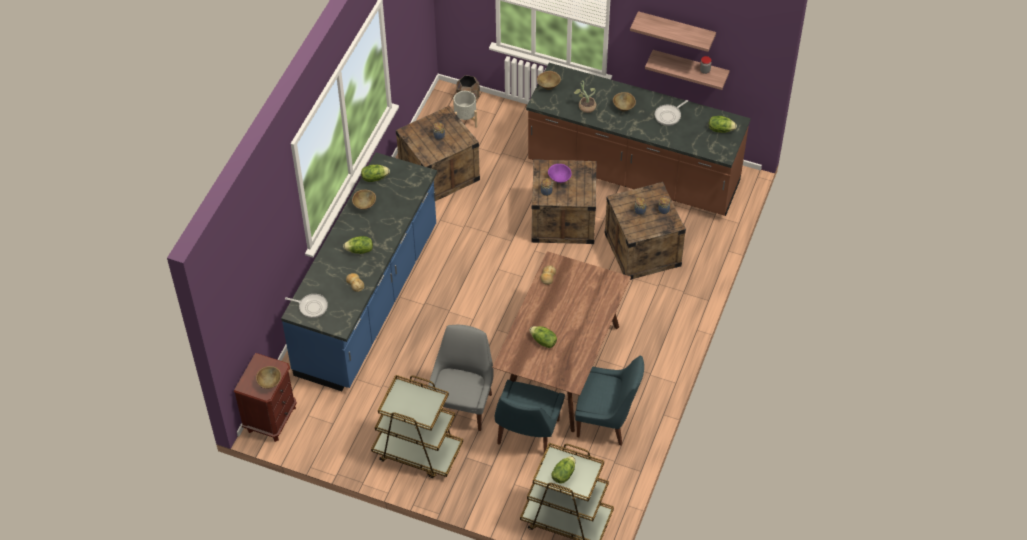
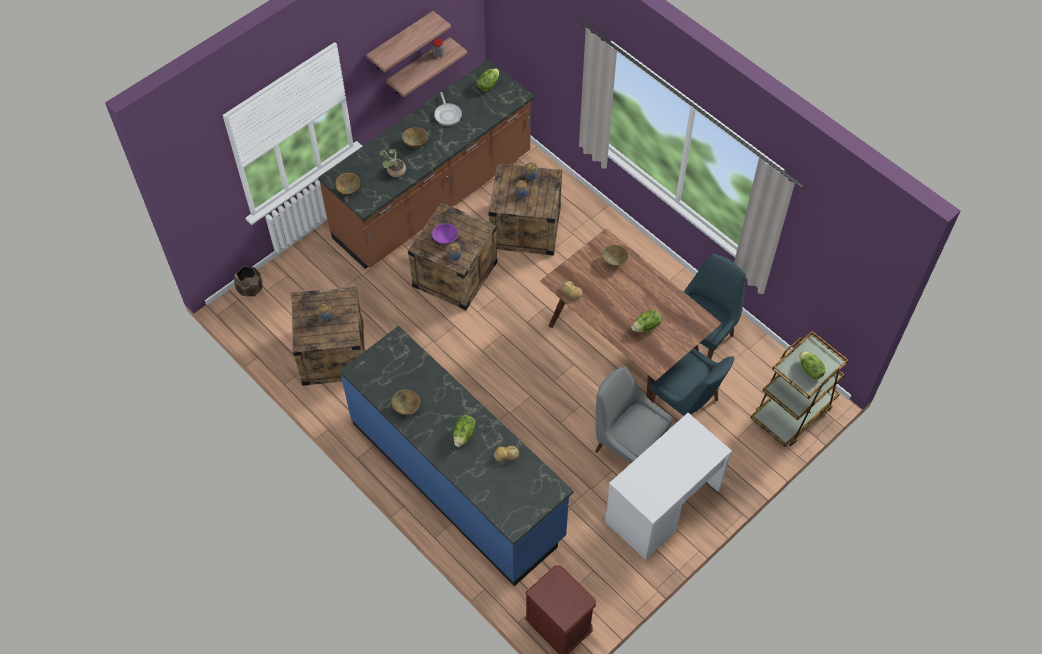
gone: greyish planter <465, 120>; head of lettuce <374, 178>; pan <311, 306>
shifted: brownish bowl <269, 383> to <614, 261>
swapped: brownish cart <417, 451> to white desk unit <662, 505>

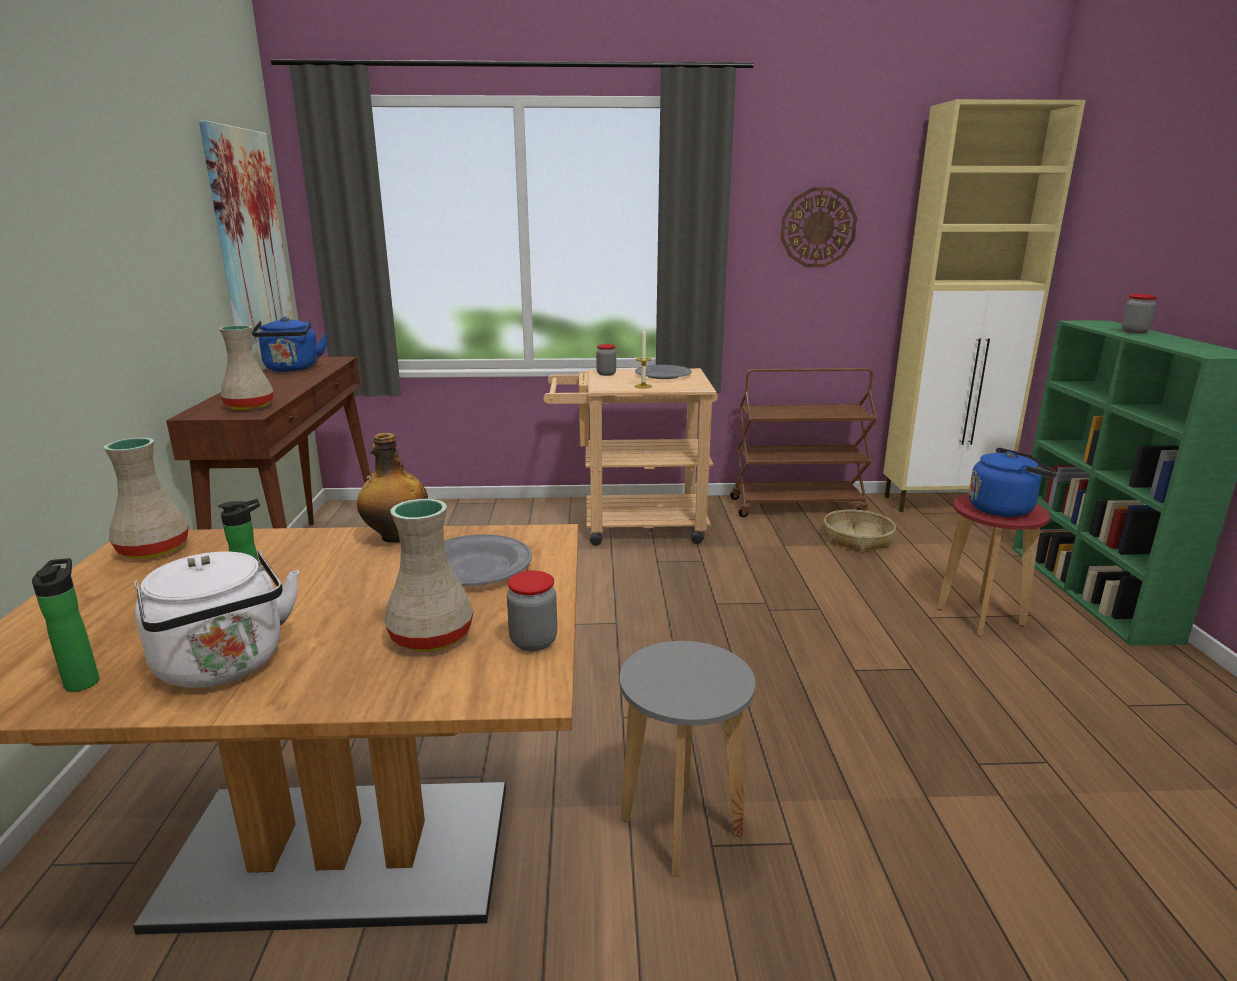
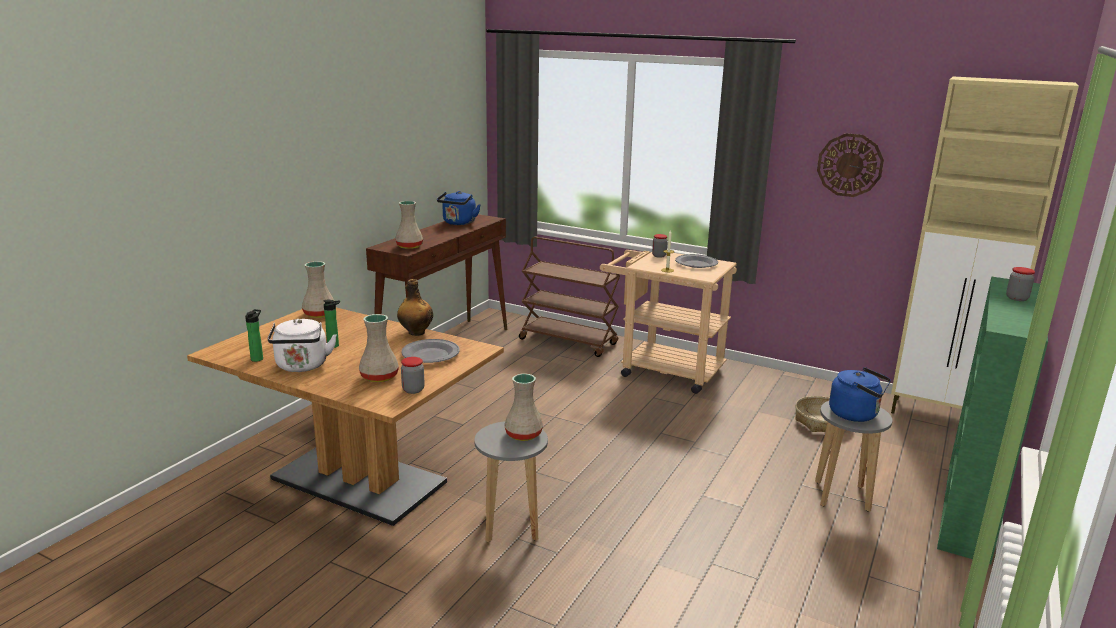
gone: picture <248, 236>
new: sand-coloured vase <522, 435>
shifted: brownish cart <797, 506> to <569, 342>
repainted: red-coloured stool <980, 617> to greyish stool <842, 496>

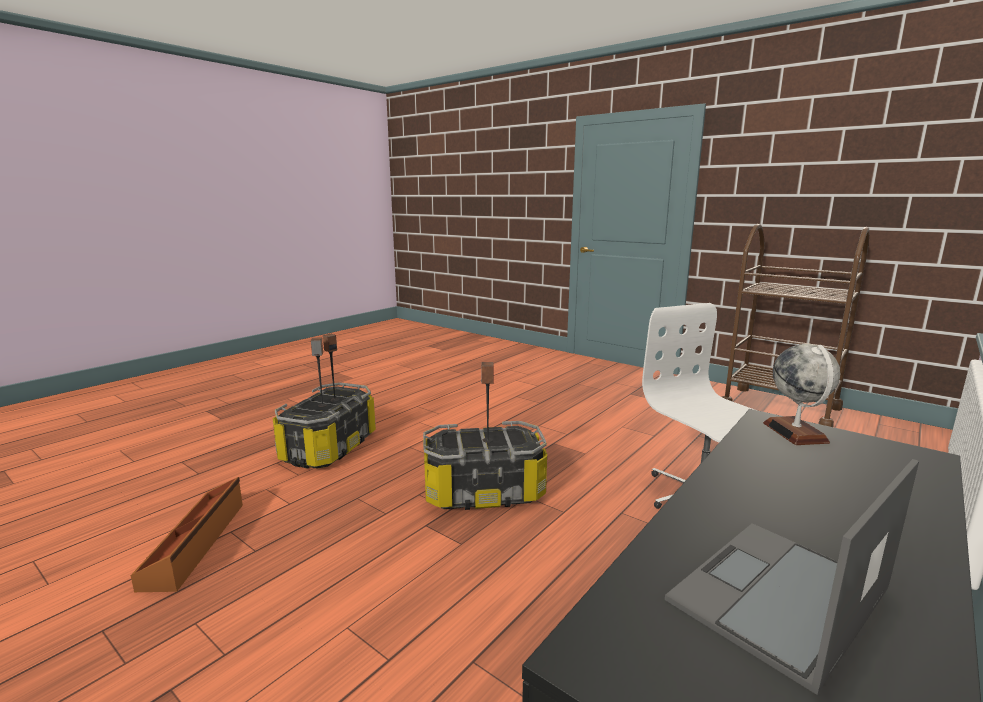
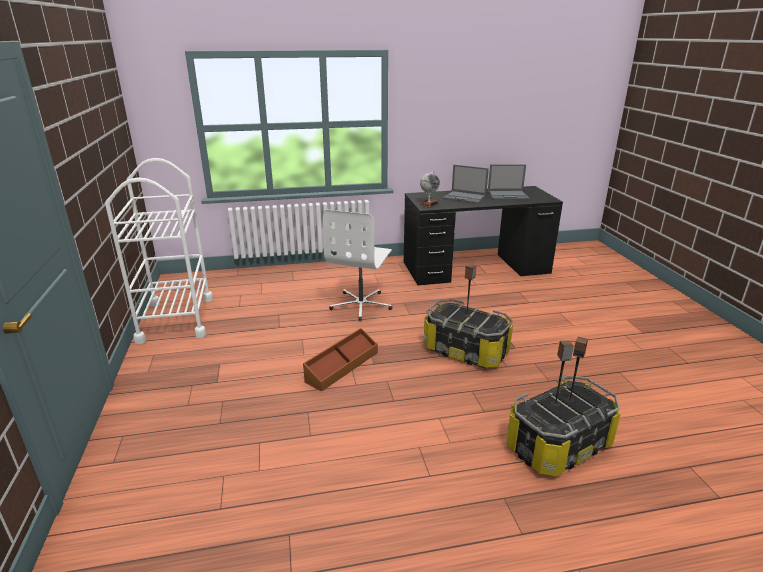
new: portable computer <465, 197>
shifted: brownish storage bin <197, 543> to <341, 366>
repainted: brownish cart <780, 408> to white cart <176, 319>

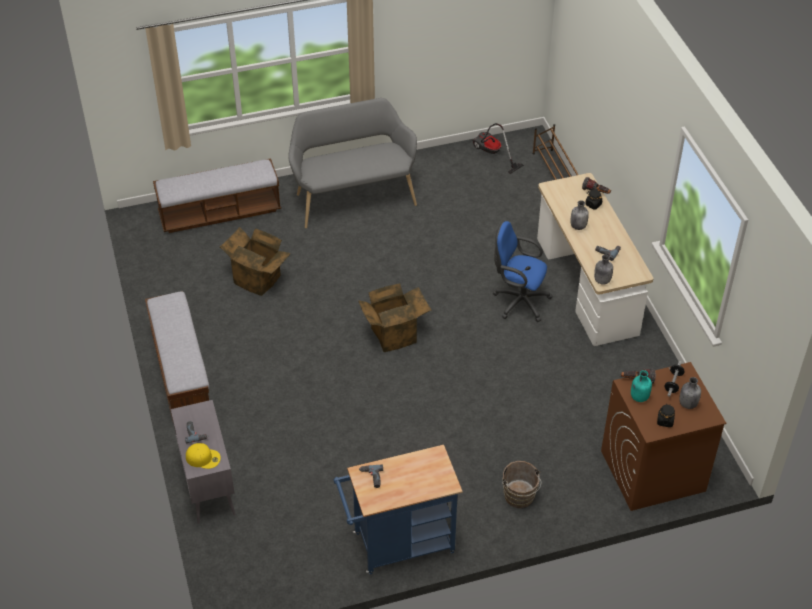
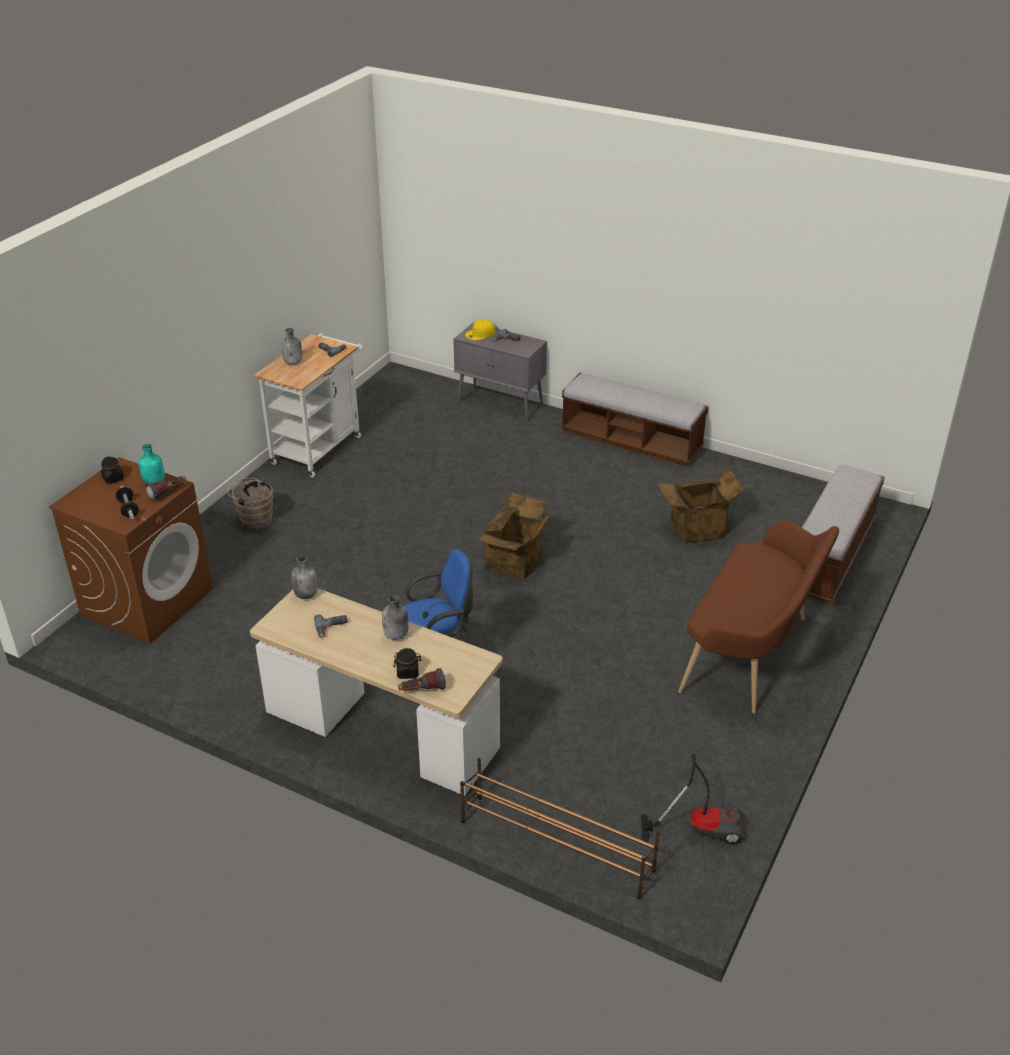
shifted: greyish drink bottle <687, 404> to <293, 362>
repainted: greyish bench <353, 197> to brownish bench <752, 655>; blue-coloured cart <397, 545> to white cart <320, 446>

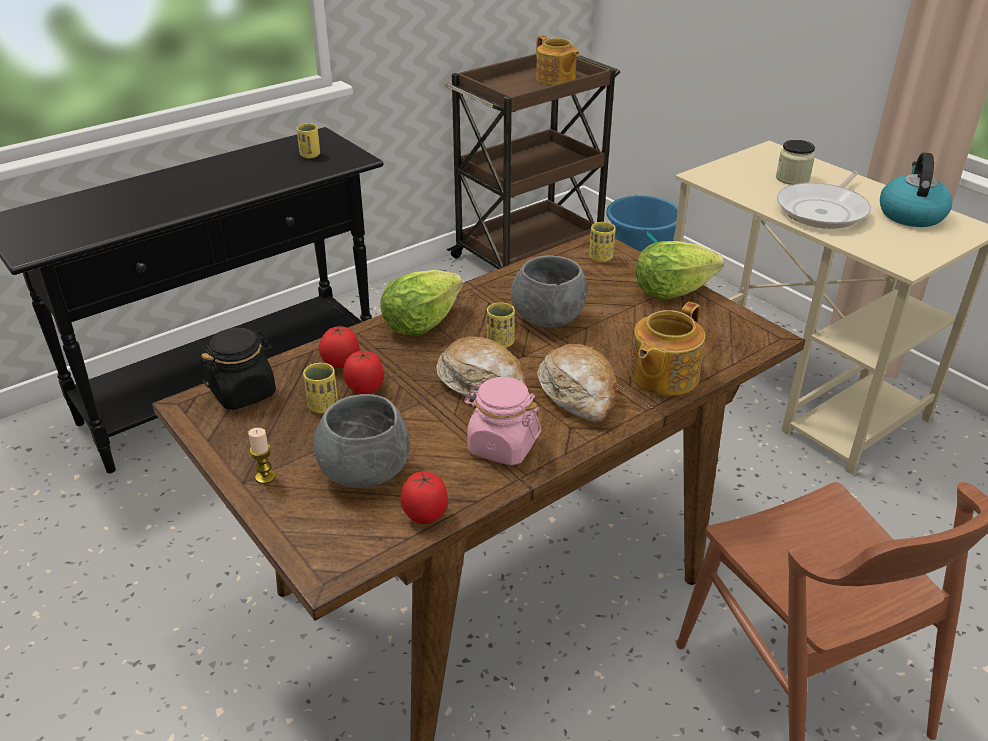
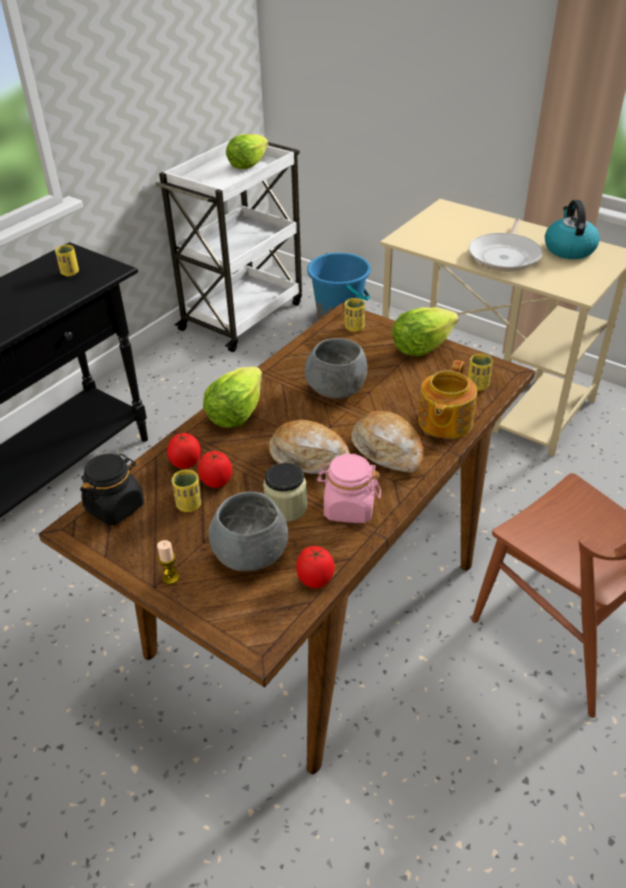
shifted: storage jar <792, 178> to <286, 507>; yellow-coloured small cup <500, 343> to <478, 385>
swapped: tea pot <556, 79> to head of lettuce <247, 165>
repainted: brownish cart <529, 252> to white cart <243, 315>

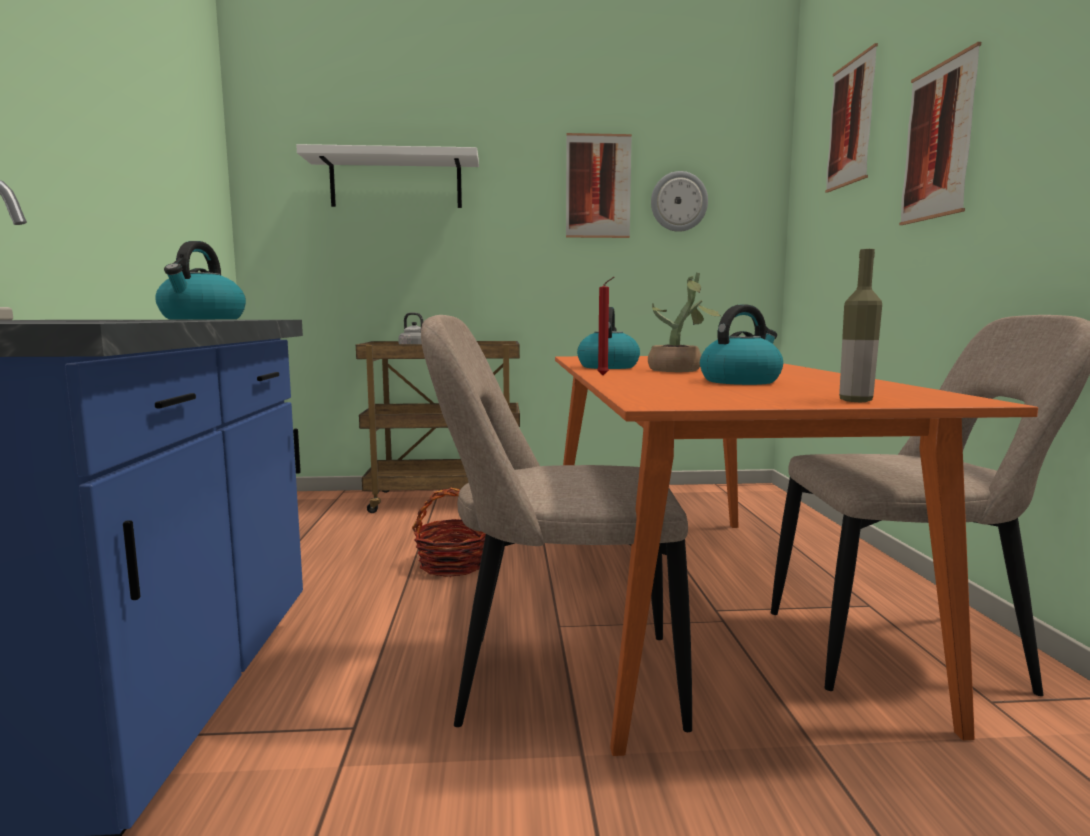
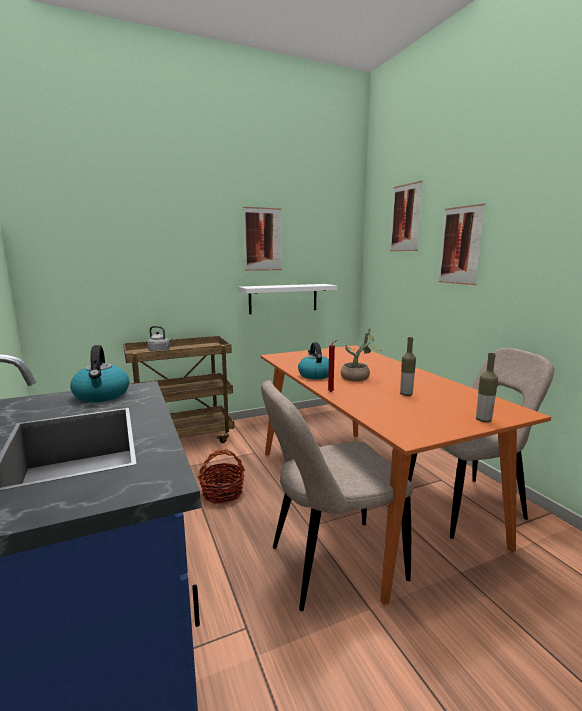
gone: clock on the wall <678, 201>
shifted: white bracket shelf <396, 182> to <283, 298>
swapped: water kettle <740, 381> to drink bottle <406, 394>

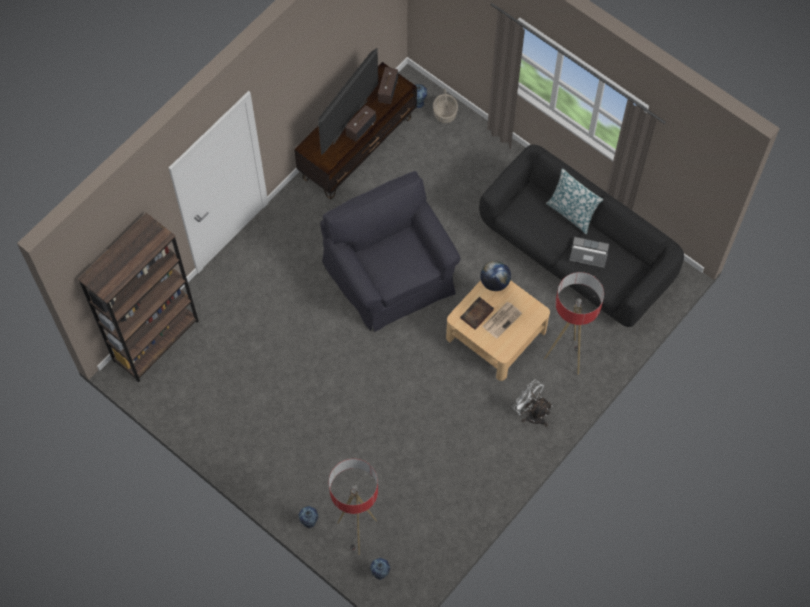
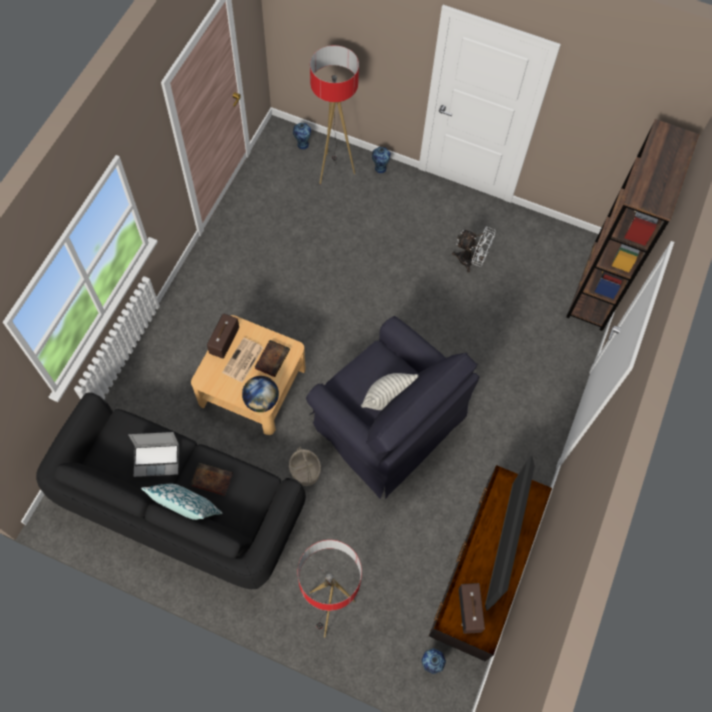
new: pillow <387, 399>; volume <210, 480>
shifted: household basket <445, 113> to <304, 471>; radio <360, 127> to <224, 341>; standing lamp <566, 357> to <329, 610>; white electric fan <531, 413> to <471, 261>

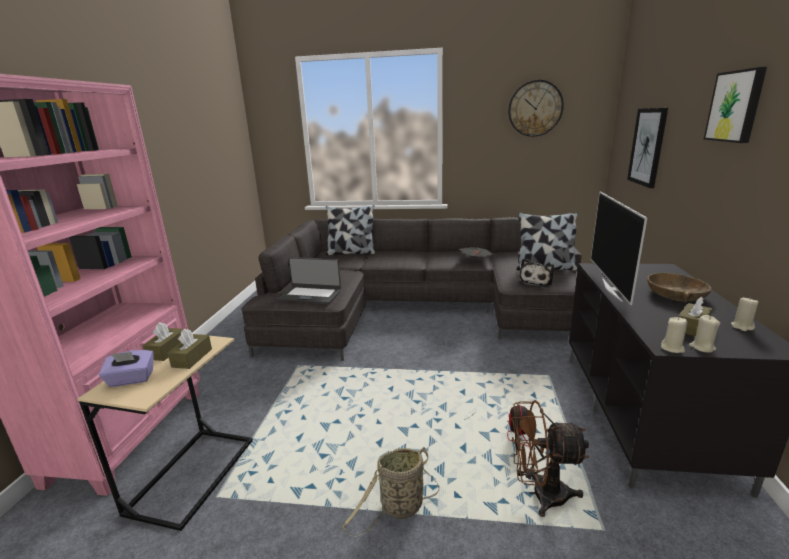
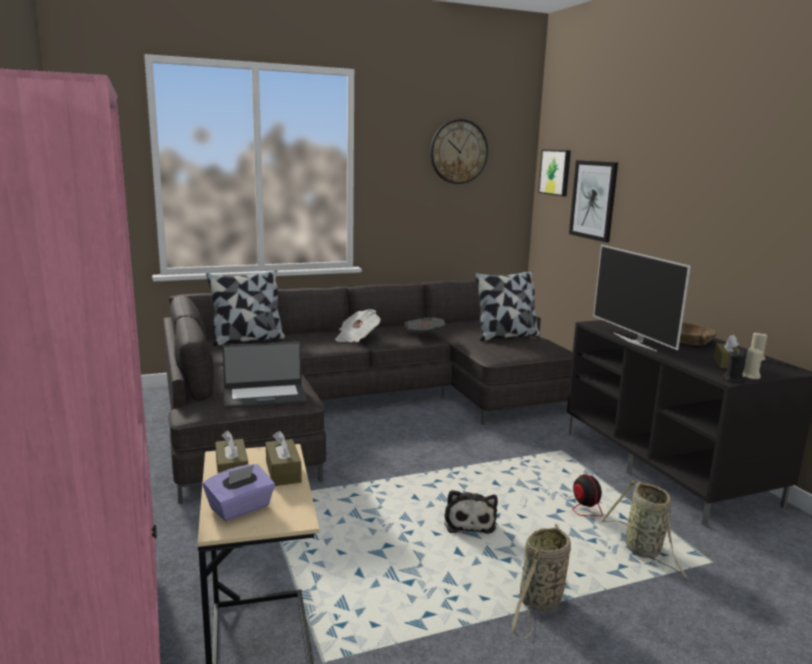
new: daily paper <356, 338>
shifted: picture <736, 106> to <556, 172>; soft toy <536, 281> to <469, 521>
swapped: brownish electric fan <540, 494> to household basket <644, 551>
repainted: sand-coloured wax light <672, 348> to blackish wax light <733, 380>

